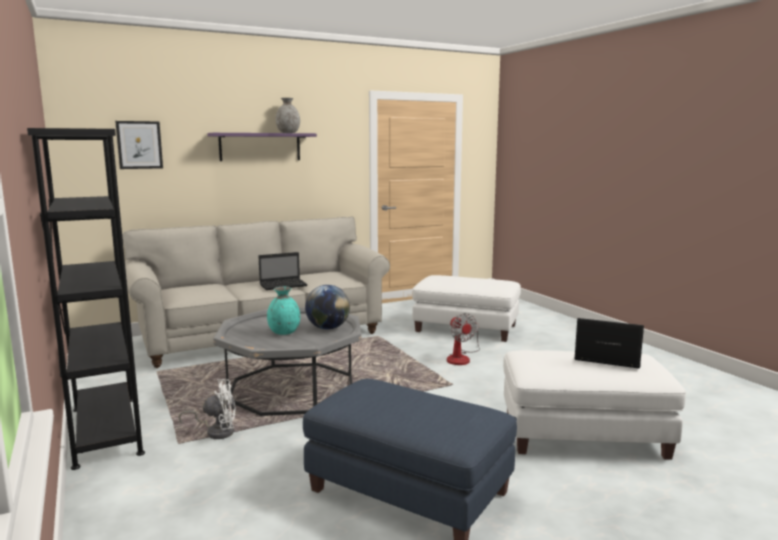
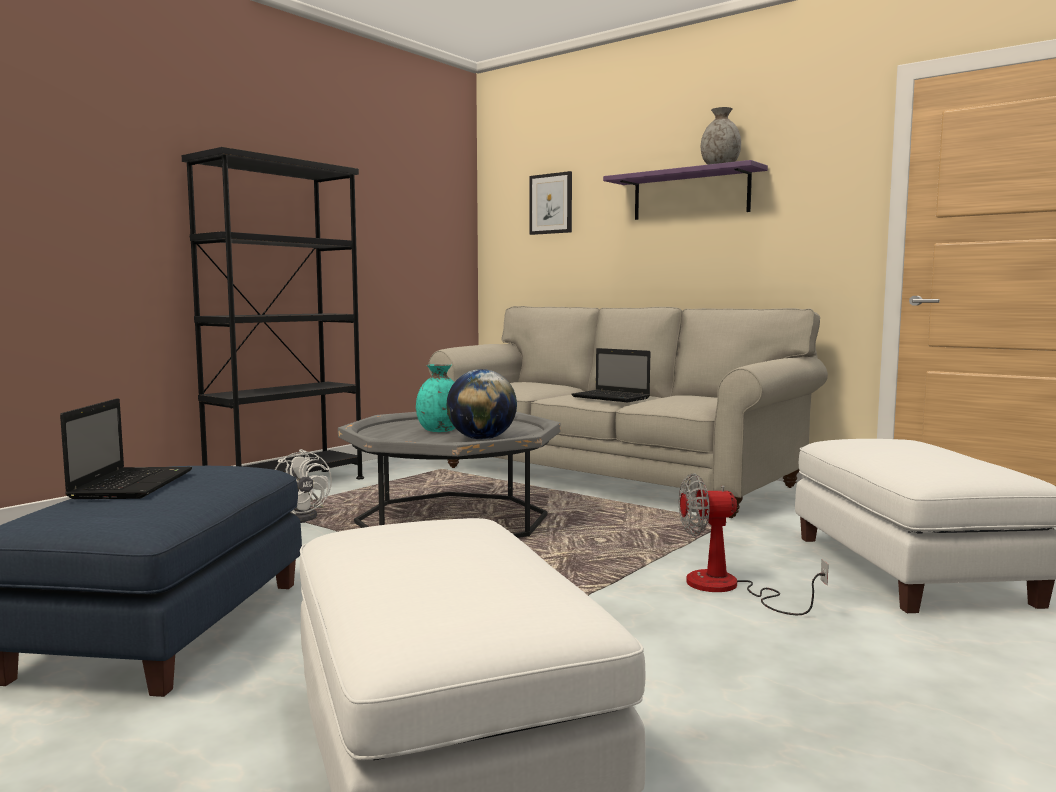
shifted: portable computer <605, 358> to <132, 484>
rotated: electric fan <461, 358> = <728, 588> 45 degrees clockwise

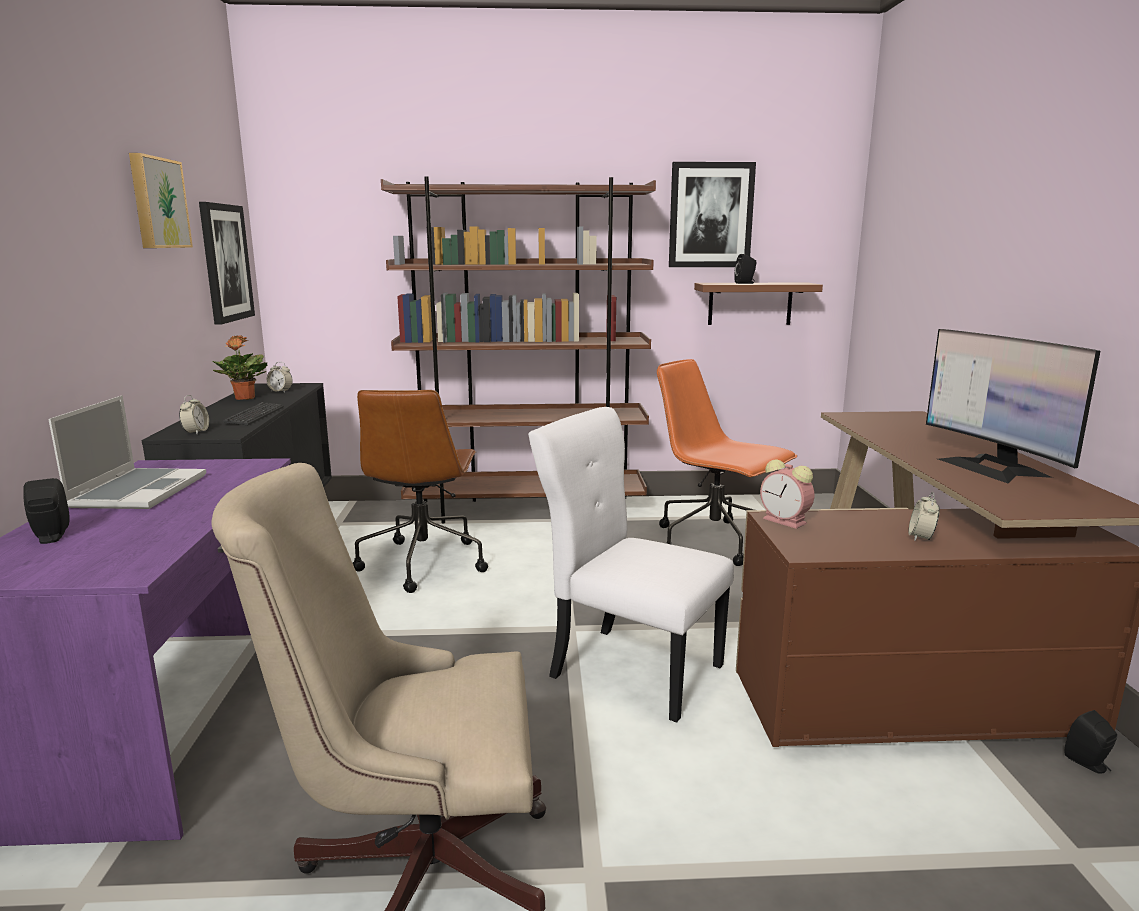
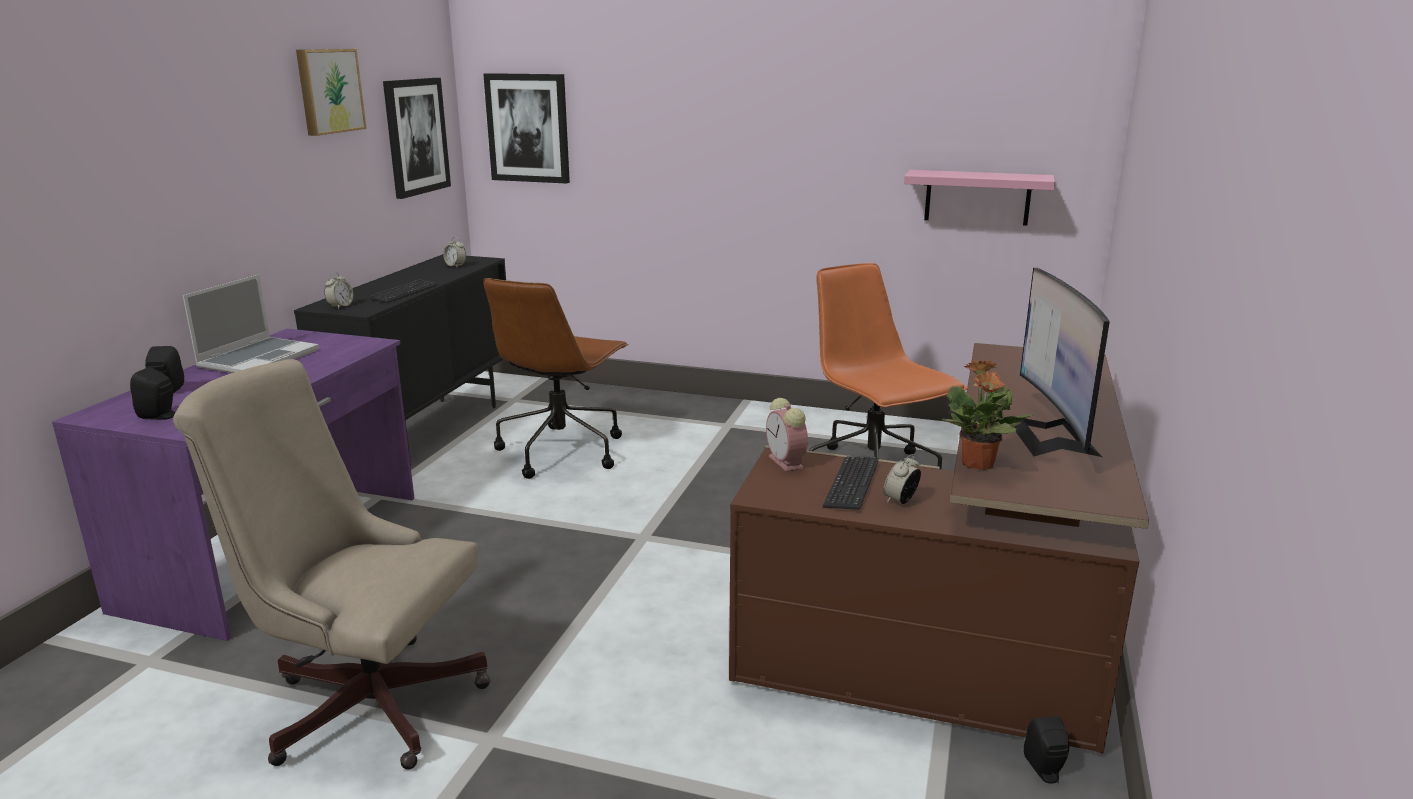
gone: brownish bookshelf <526, 510>; white chair <630, 668>
new: computer keyboard <851, 484>
shifted: picture <710, 215> to <528, 128>; blackish audio speaker <745, 283> to <160, 416>; houseplant <244, 398> to <977, 464>
repainted: brownish bracket shelf <750, 303> to pinkish bracket shelf <977, 197>

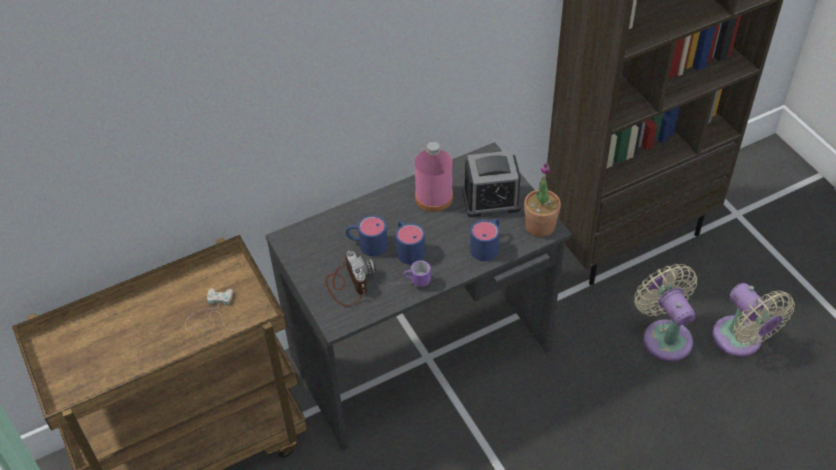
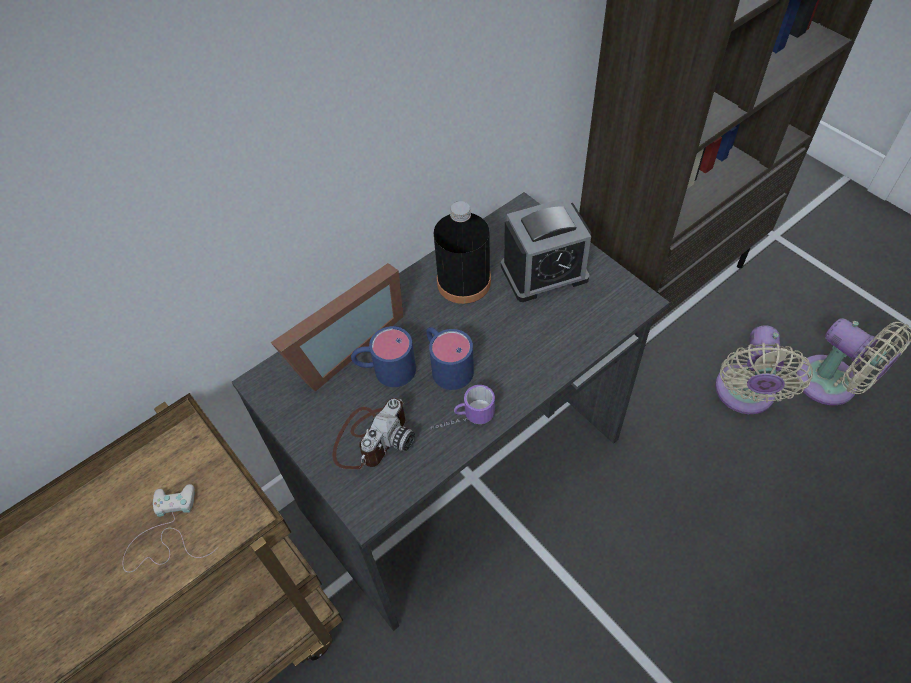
gone: houseplant <540, 226>; blue-coloured tea mug <487, 245>
new: photo frame <342, 346>
repainted: pinkish drink bottle <434, 197> to blackish drink bottle <464, 282>
rotated: photo camera <348, 283> = <372, 437> 60 degrees clockwise; sand-coloured electric fan <664, 336> = <744, 395> 135 degrees counterclockwise

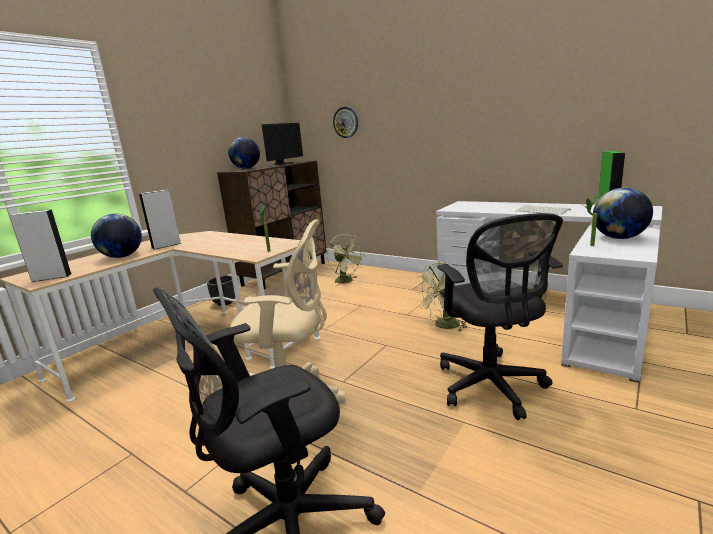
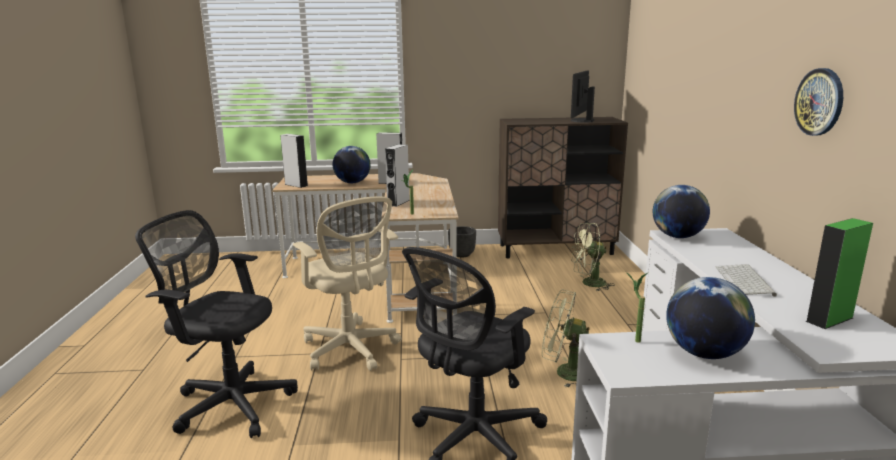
new: greyish audio speaker <398, 202>
shifted: clock on the wall <346, 122> to <819, 102>; desk globe <246, 168> to <677, 236>
rotated: computer display <284, 164> = <581, 121> 120 degrees clockwise; green electric fan <347, 281> = <588, 283> 75 degrees clockwise

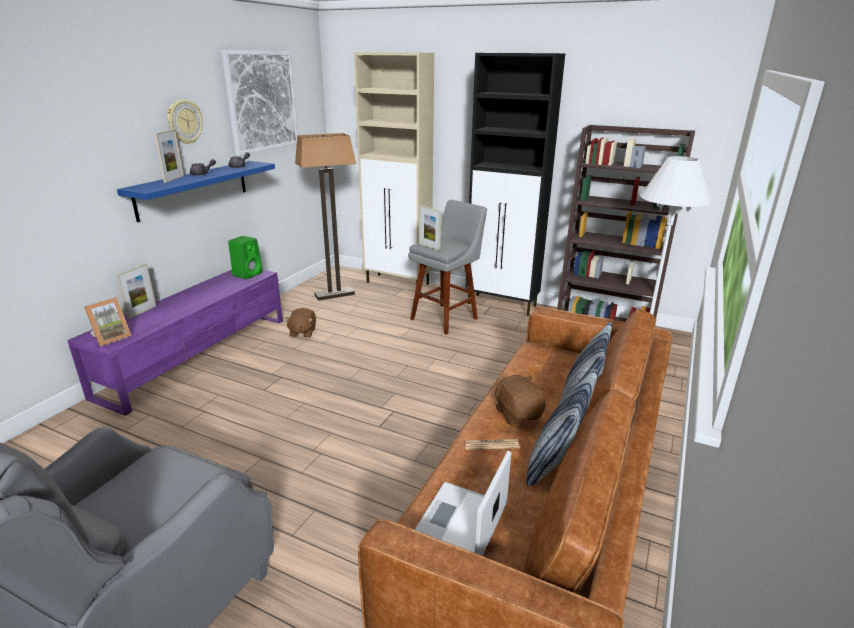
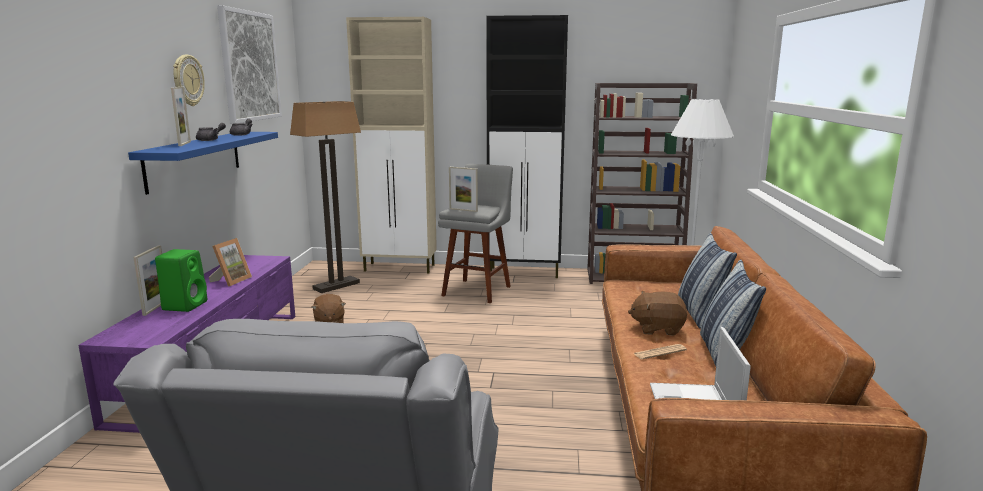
shifted: green audio speaker <248, 274> to <185, 305>; photo frame <111, 338> to <231, 281>
rotated: brownish soft toy <518, 414> = <657, 328> 45 degrees counterclockwise

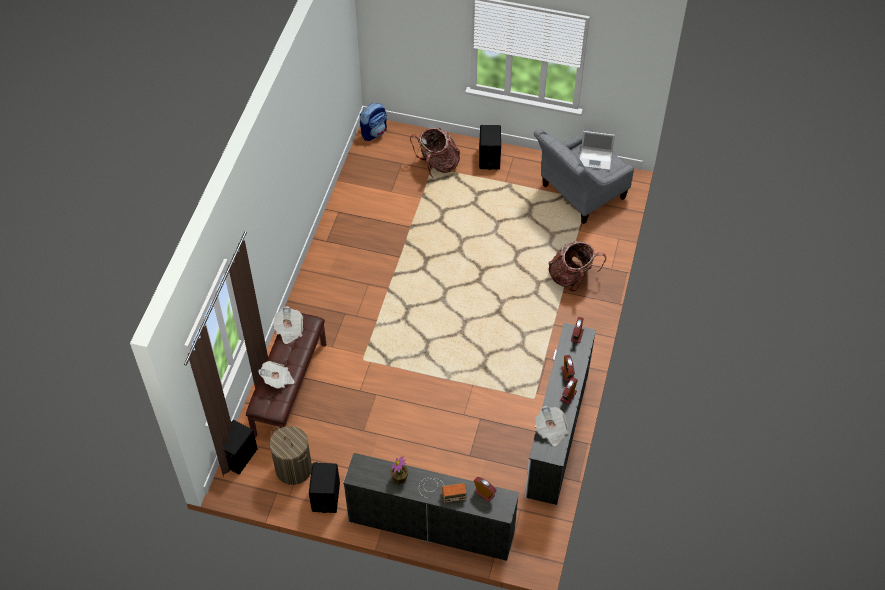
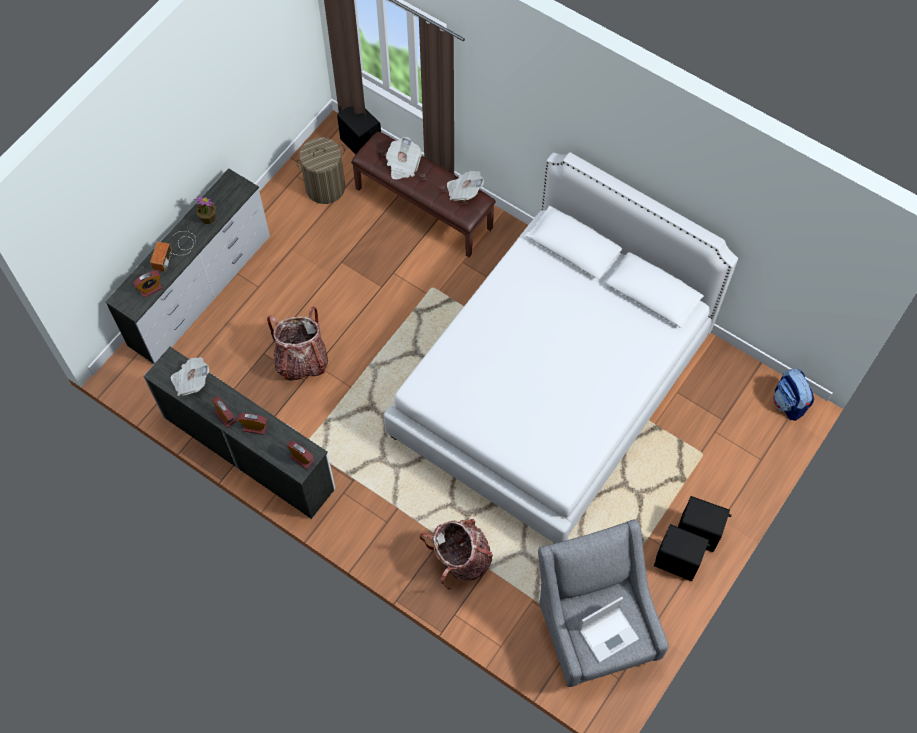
new: white bedroom bed <551, 385>
shifted: knapsack <438, 164> to <301, 360>; blackish audio speaker <326, 497> to <677, 560>
rotated: portable computer <596, 159> = <609, 633> 150 degrees counterclockwise

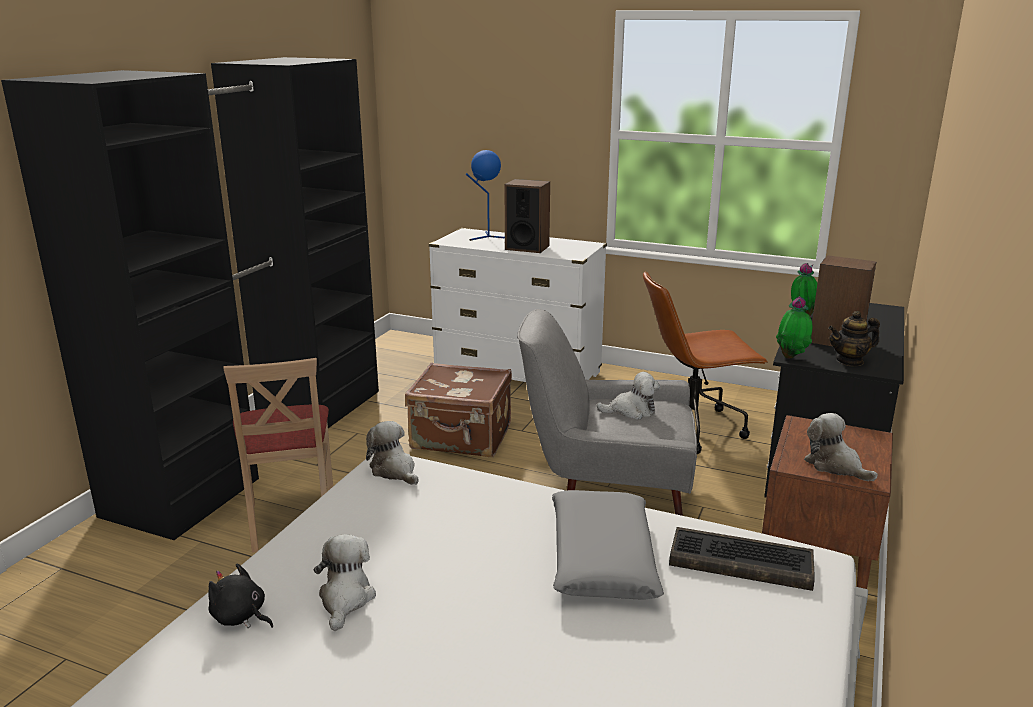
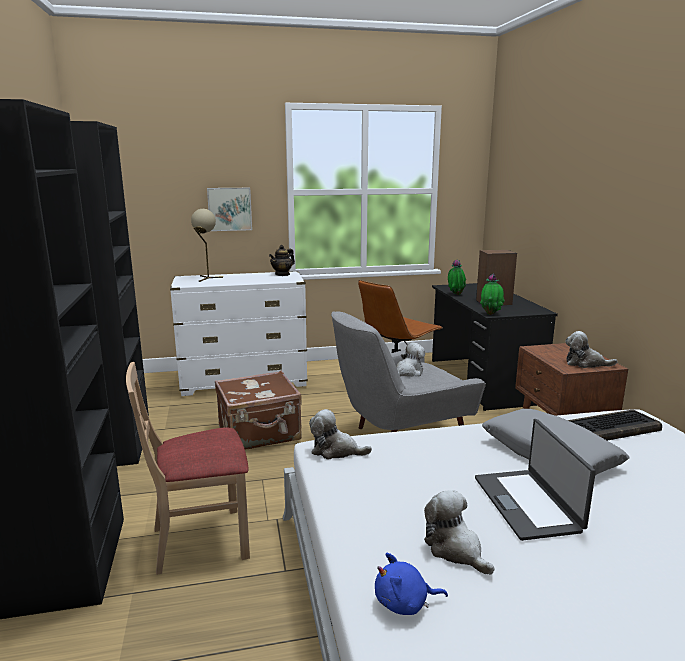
gone: audio speaker <527, 247>
new: picture <229, 209>; portable computer <527, 503>
shifted: tea pot <849, 361> to <282, 274>
repainted: blue-coloured tabletop lamp <486, 237> to sand-coloured tabletop lamp <207, 278>; blackish soft toy <241, 617> to blue-coloured soft toy <404, 603>
rotated: sand-coloured chair <291, 521> = <200, 540> 120 degrees clockwise

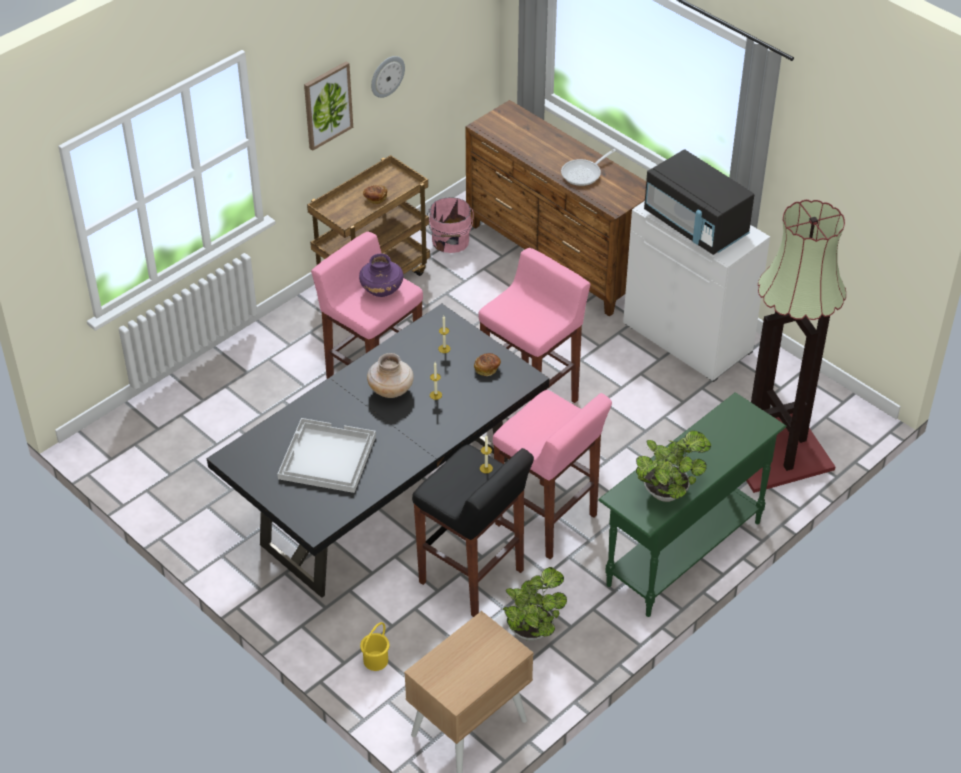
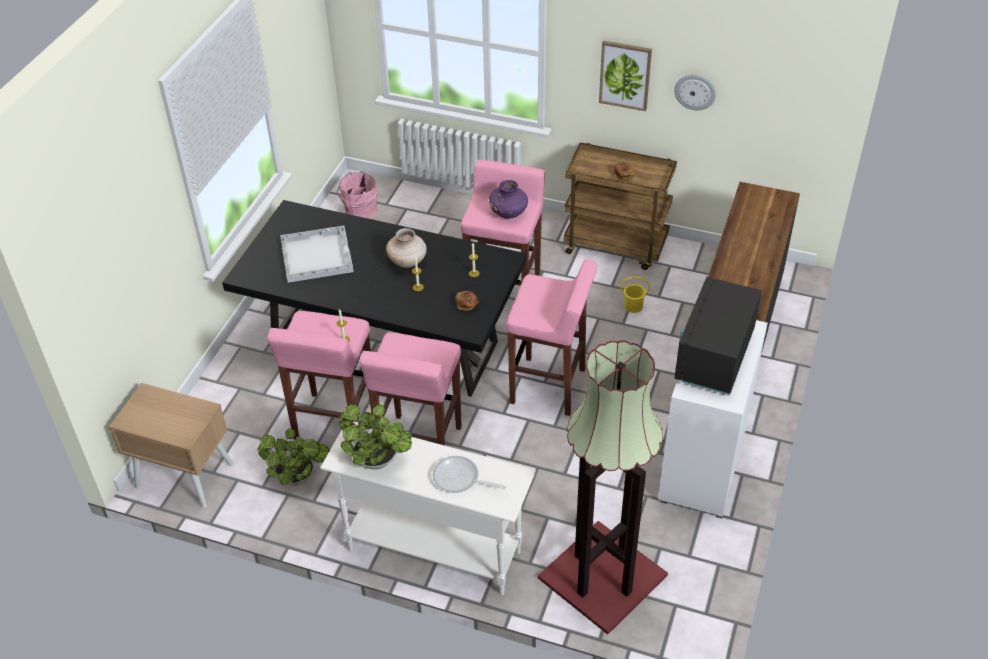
shifted: pan <584, 173> to <460, 479>; pinkish bucket <450, 242> to <359, 211>; yellow-coloured bucket <375, 660> to <633, 306>
repainted: green hall table <683, 553> to white hall table <433, 549>; blackish stool <472, 577> to pinkish stool <334, 422>

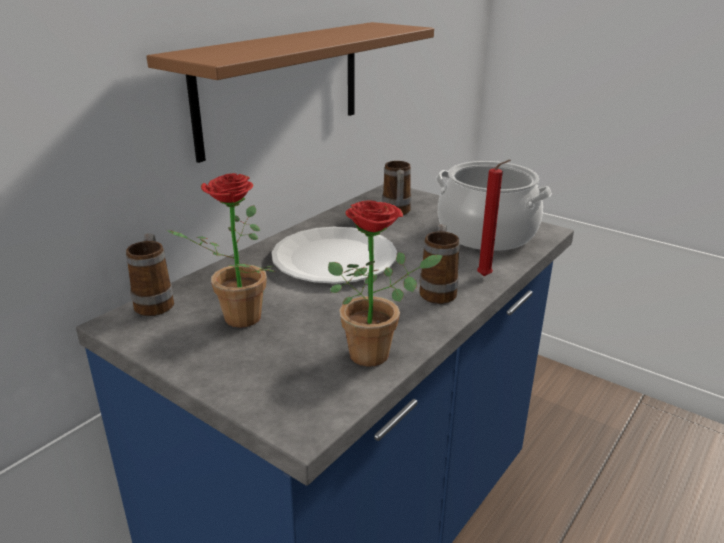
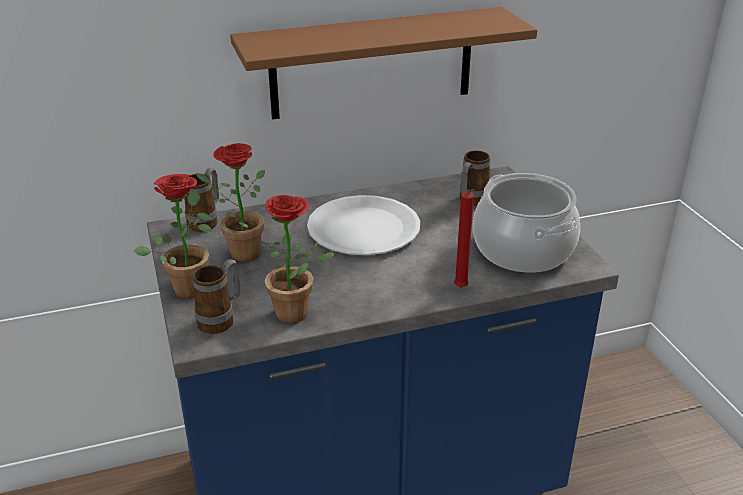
new: houseplant <189, 286>
shifted: tea mug <438, 291> to <221, 320>

